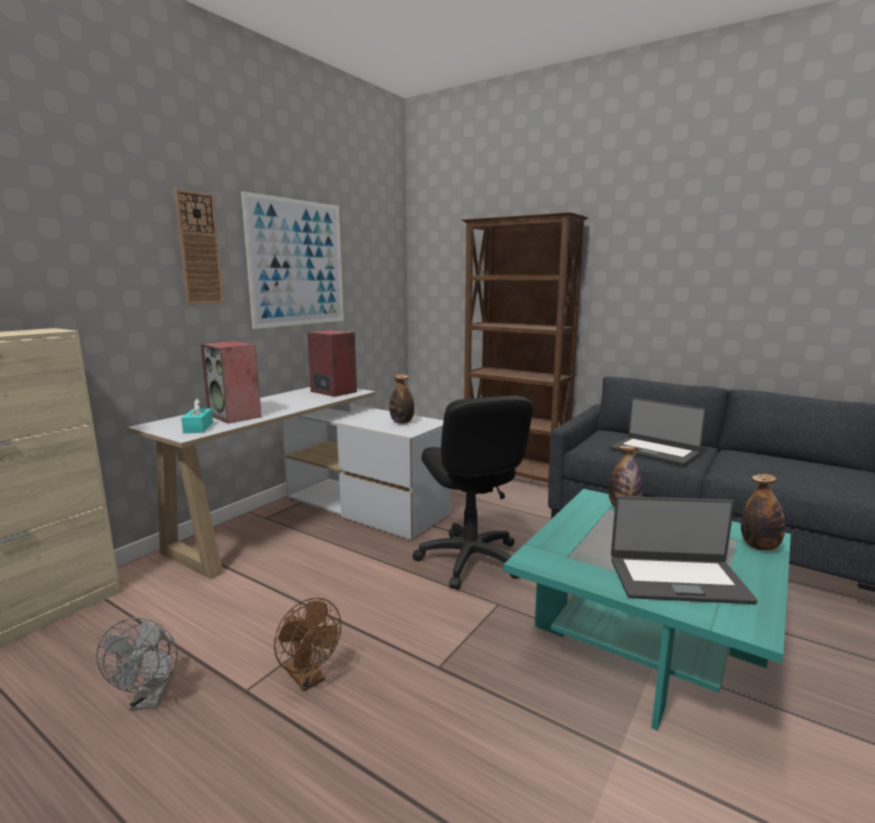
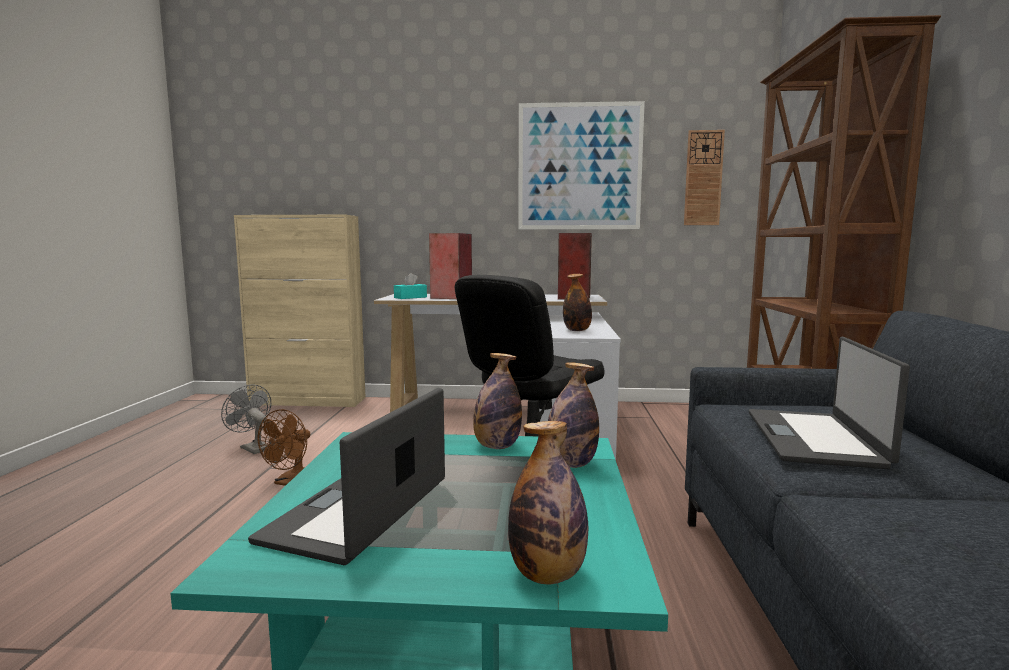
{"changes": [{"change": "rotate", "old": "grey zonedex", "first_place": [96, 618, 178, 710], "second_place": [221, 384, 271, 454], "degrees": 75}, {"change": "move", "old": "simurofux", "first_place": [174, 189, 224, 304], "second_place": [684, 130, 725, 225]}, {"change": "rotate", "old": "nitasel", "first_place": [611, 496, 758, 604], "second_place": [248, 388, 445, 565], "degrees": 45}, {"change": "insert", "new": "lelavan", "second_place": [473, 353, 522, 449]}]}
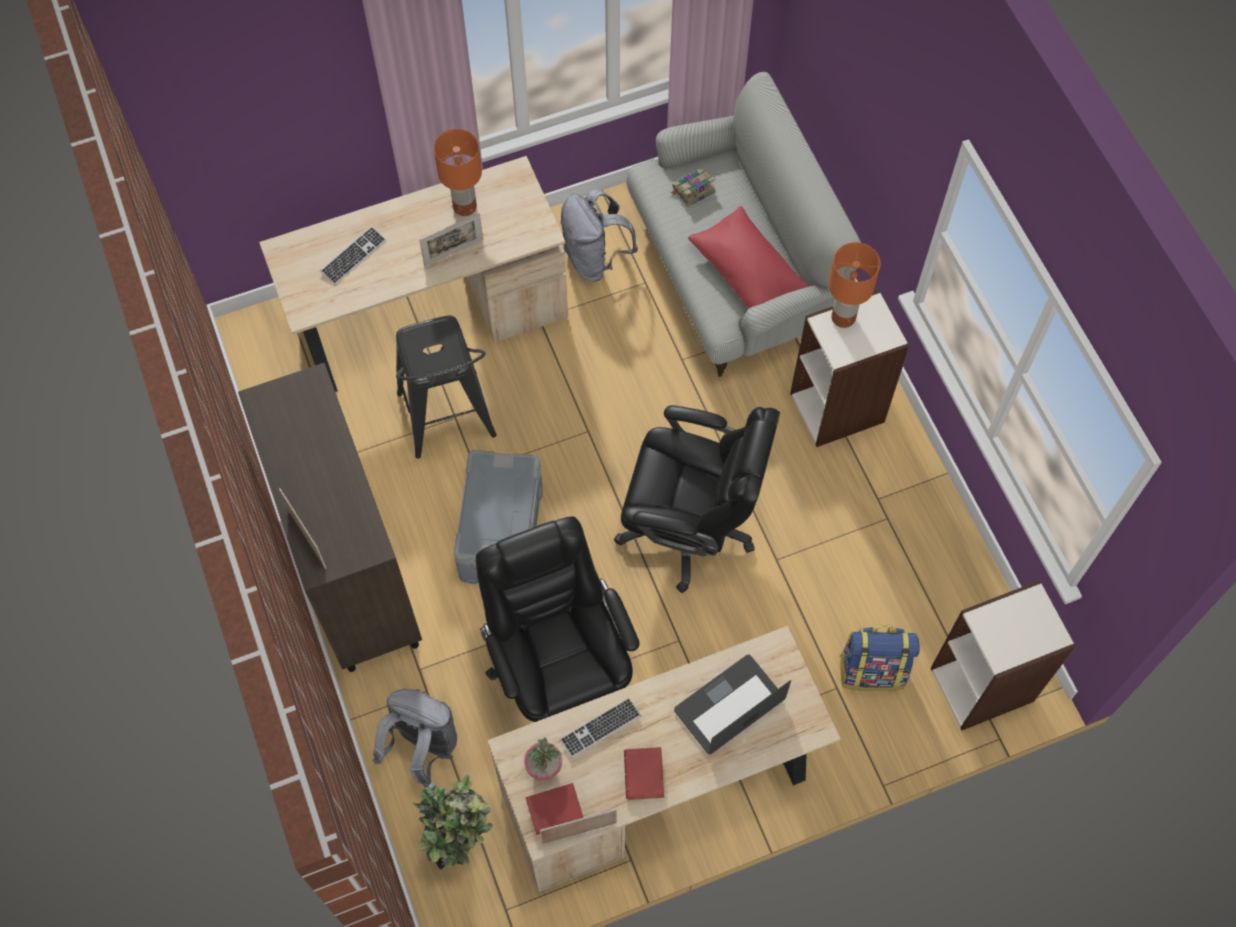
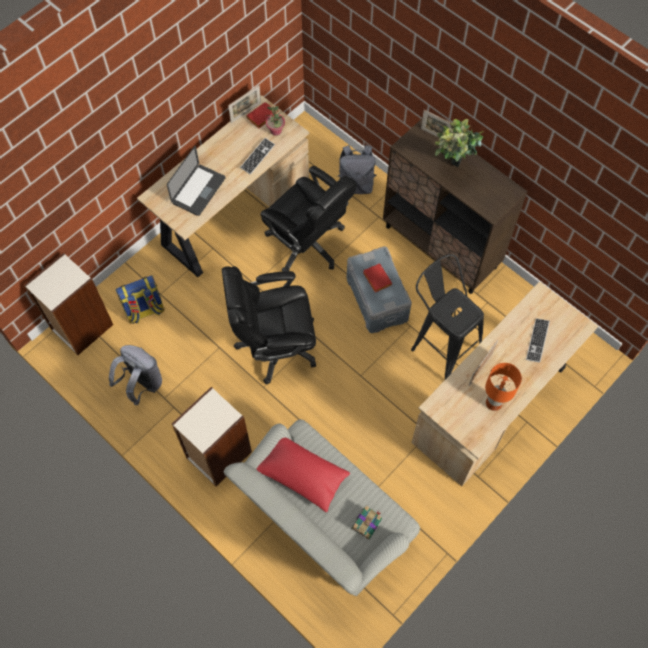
{"changes": [{"change": "move", "old": "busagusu", "first_place": [413, 774, 493, 870], "second_place": [435, 119, 484, 167]}, {"change": "move", "old": "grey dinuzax", "first_place": [560, 189, 638, 281], "second_place": [109, 345, 162, 405]}, {"change": "move", "old": "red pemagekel", "first_place": [624, 747, 664, 800], "second_place": [363, 264, 392, 292]}, {"change": "delete", "old": "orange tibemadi", "first_place": [828, 242, 881, 328]}]}
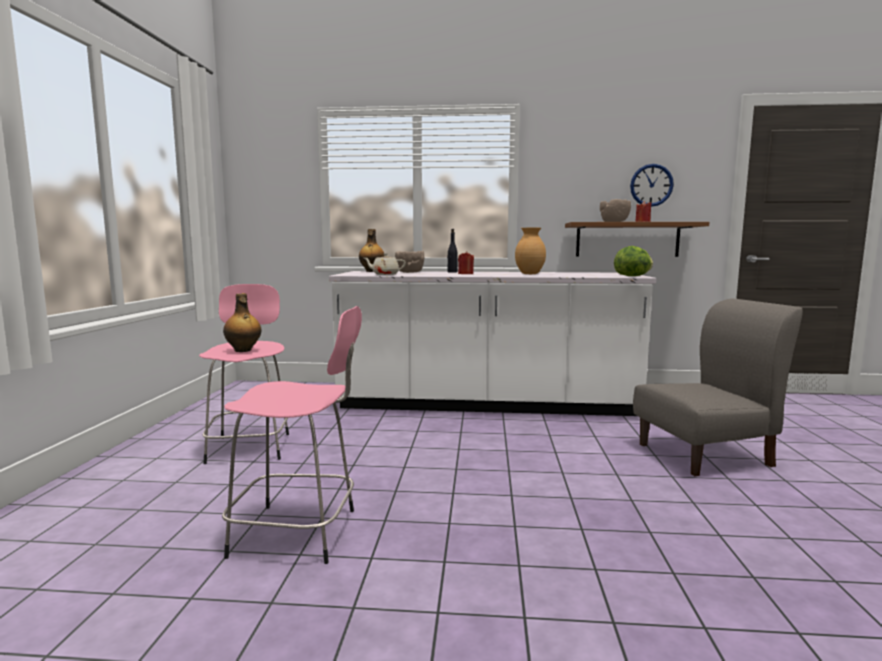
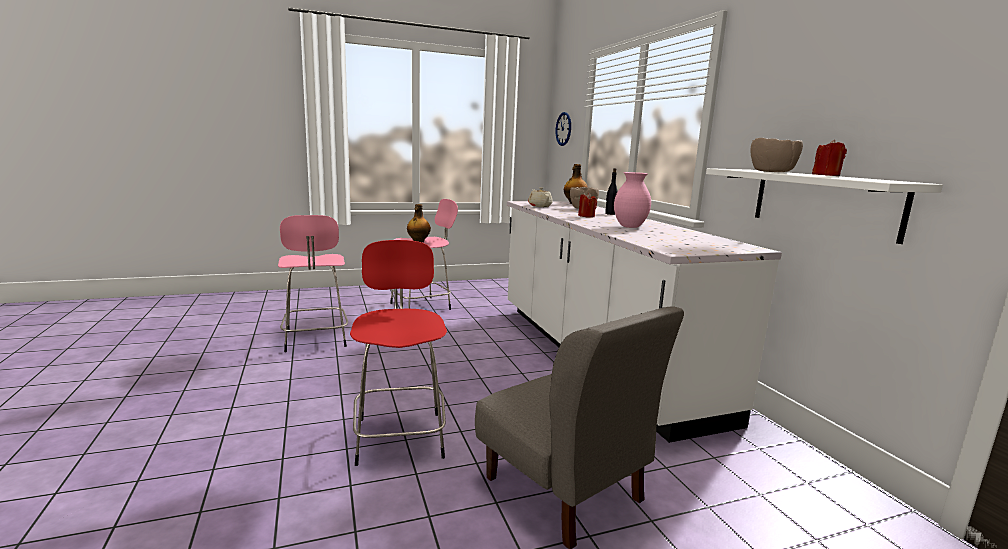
{"changes": [{"change": "recolor", "old": "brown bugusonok", "new": "pink bugusonok", "first_place": [515, 228, 546, 274], "second_place": [614, 172, 651, 228]}, {"change": "recolor", "old": "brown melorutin", "new": "white melorutin", "first_place": [565, 222, 710, 257], "second_place": [706, 168, 943, 244]}, {"change": "delete", "old": "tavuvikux", "first_place": [614, 246, 653, 276]}, {"change": "move", "old": "simurofux", "first_place": [630, 164, 674, 207], "second_place": [556, 112, 571, 146]}, {"change": "insert", "new": "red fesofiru", "second_place": [350, 240, 447, 466]}]}
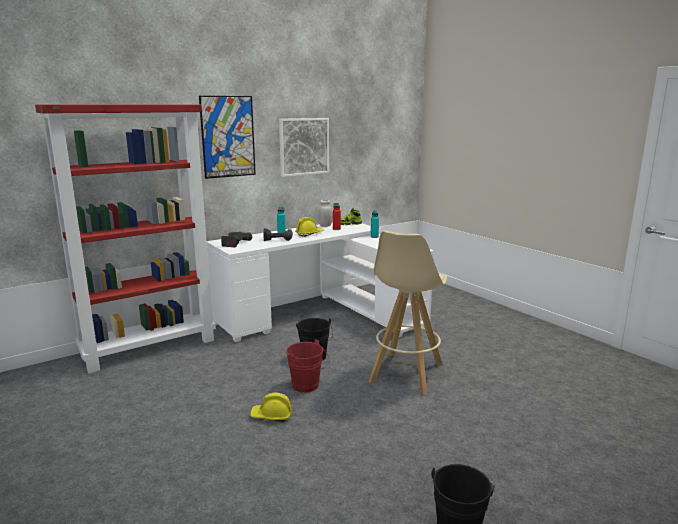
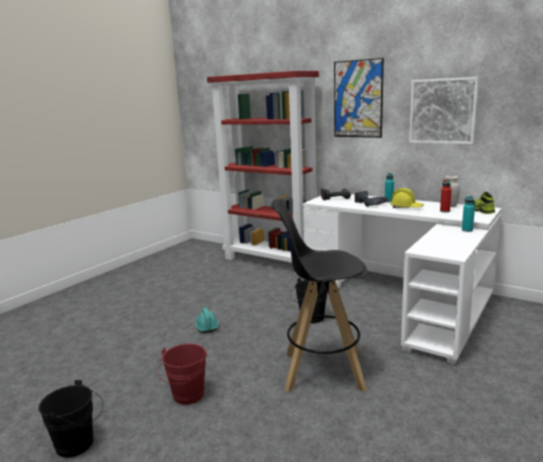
{"changes": [{"change": "recolor", "old": "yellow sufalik", "new": "turquoise sufalik", "first_place": [250, 393, 292, 422], "second_place": [195, 308, 219, 333]}, {"change": "move", "old": "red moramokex", "first_place": [286, 339, 330, 393], "second_place": [158, 344, 207, 405]}, {"change": "recolor", "old": "beige fesofiru", "new": "black fesofiru", "first_place": [369, 231, 447, 395], "second_place": [271, 199, 367, 392]}]}
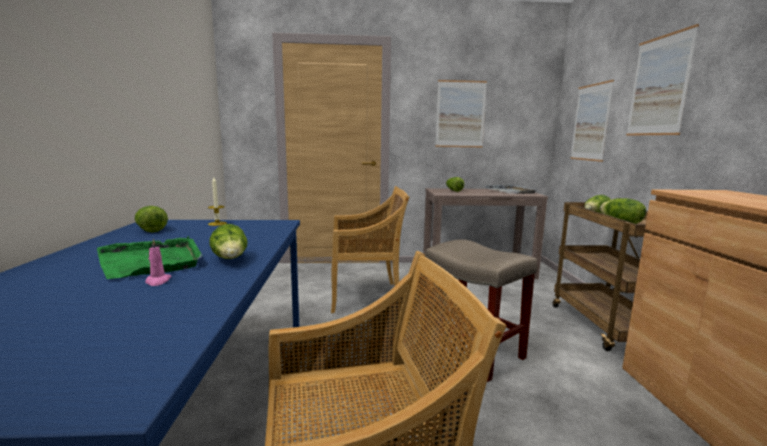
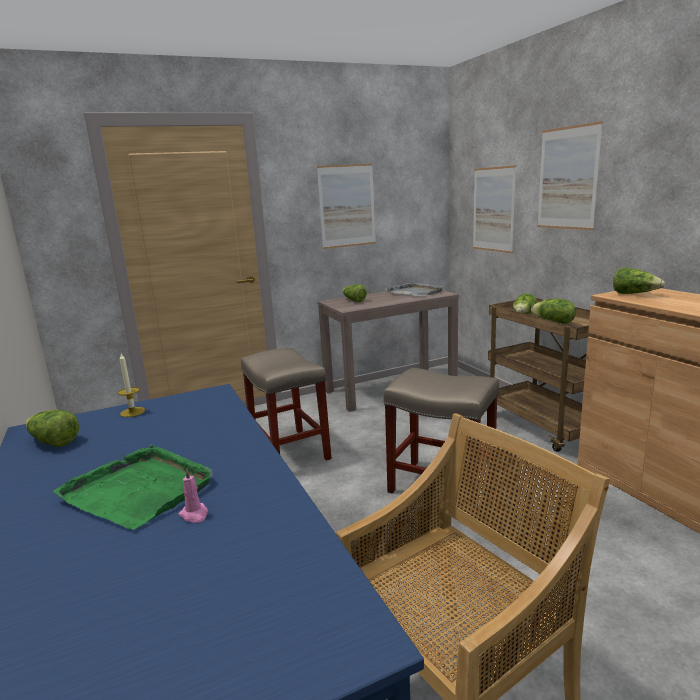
{"changes": [{"change": "move", "old": "tavuvikux", "first_place": [209, 224, 248, 259], "second_place": [613, 267, 665, 294]}, {"change": "replace", "old": "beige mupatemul", "new": "beige fesofiru", "first_place": [331, 186, 409, 313], "second_place": [241, 348, 331, 461]}]}
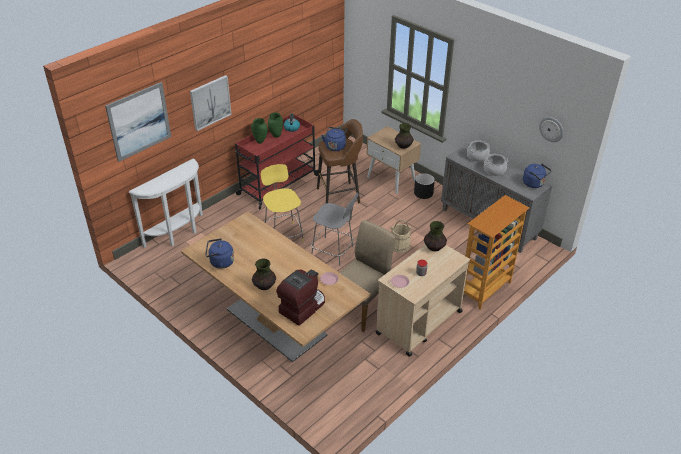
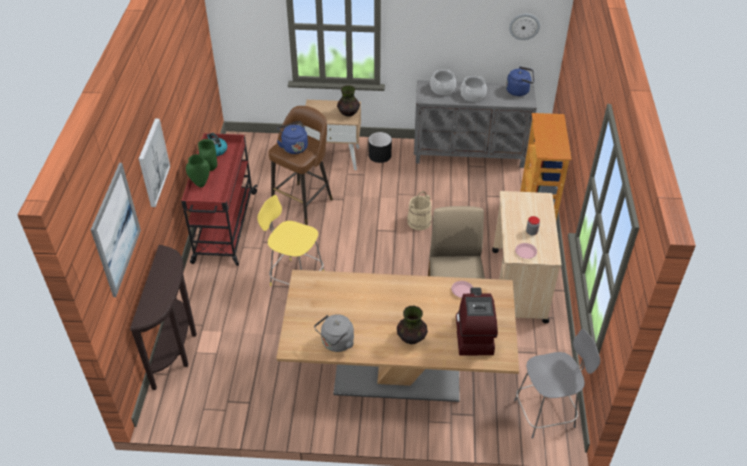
{"changes": [{"change": "recolor", "old": "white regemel", "new": "brown regemel", "first_place": [129, 158, 203, 248], "second_place": [130, 245, 196, 390]}, {"change": "recolor", "old": "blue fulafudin", "new": "grey fulafudin", "first_place": [205, 238, 234, 269], "second_place": [314, 314, 354, 352]}, {"change": "move", "old": "grey fesofiru", "first_place": [311, 193, 359, 266], "second_place": [514, 329, 600, 439]}, {"change": "delete", "old": "bugusonok", "first_place": [424, 221, 447, 251]}]}
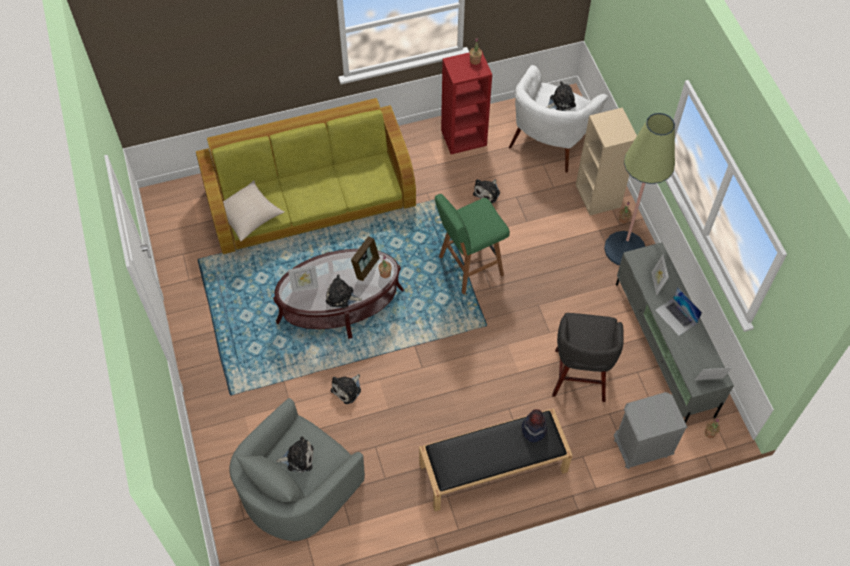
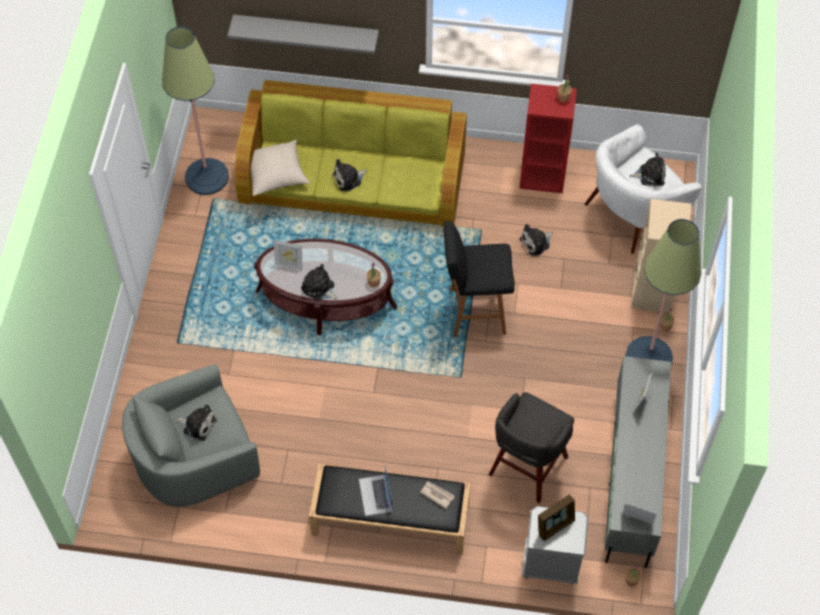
{"changes": [{"change": "move", "old": "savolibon", "first_place": [331, 374, 361, 404], "second_place": [332, 159, 367, 191]}, {"change": "move", "old": "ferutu", "first_place": [351, 236, 380, 281], "second_place": [538, 494, 575, 541]}, {"change": "recolor", "old": "green fesofiru", "new": "black fesofiru", "first_place": [435, 194, 510, 294], "second_place": [444, 221, 515, 336]}, {"change": "replace", "old": "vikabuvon", "new": "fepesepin", "first_place": [522, 409, 547, 442], "second_place": [420, 481, 455, 509]}, {"change": "move", "old": "nitasel", "first_place": [655, 287, 702, 336], "second_place": [359, 465, 392, 516]}, {"change": "insert", "new": "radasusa", "second_place": [162, 26, 229, 195]}, {"change": "insert", "new": "grey melorutin", "second_place": [228, 14, 379, 54]}]}
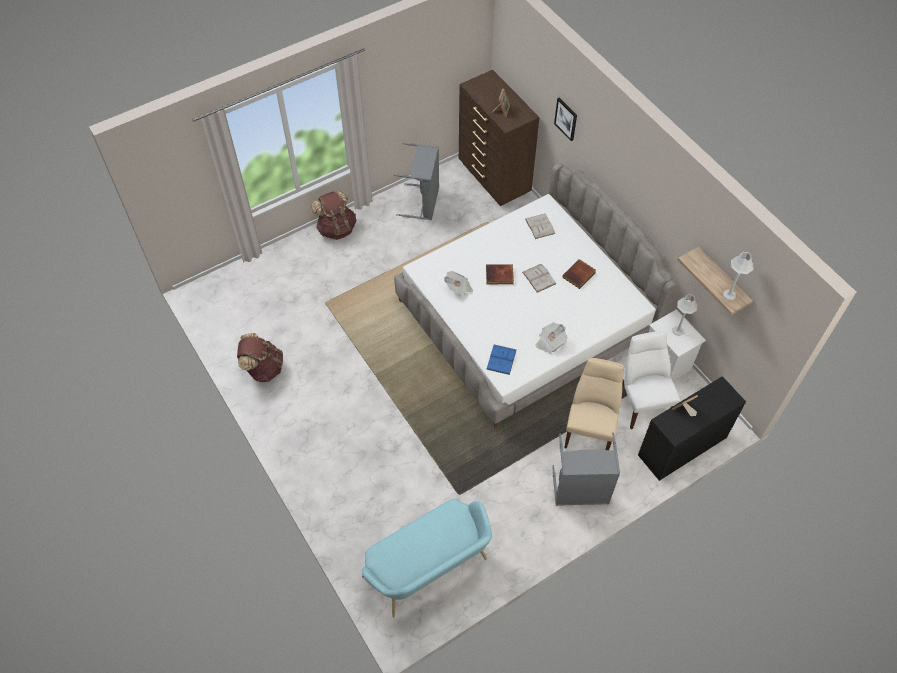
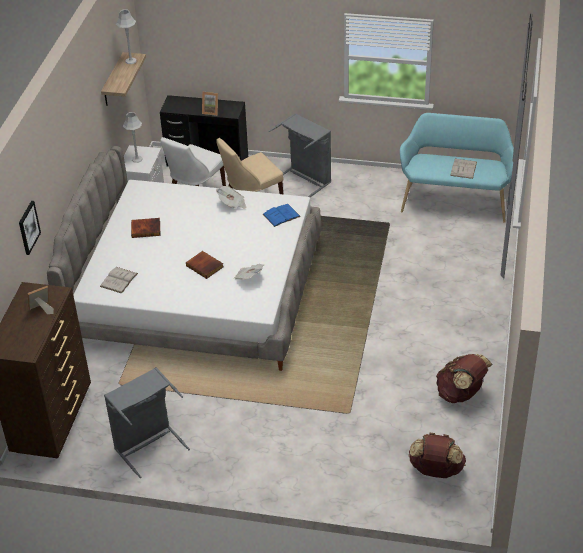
{"changes": [{"change": "move", "old": "brown dinuzax", "first_place": [312, 191, 356, 240], "second_place": [408, 433, 466, 478]}, {"change": "move", "old": "white pemagekel", "first_place": [522, 264, 556, 293], "second_place": [450, 159, 477, 179]}]}
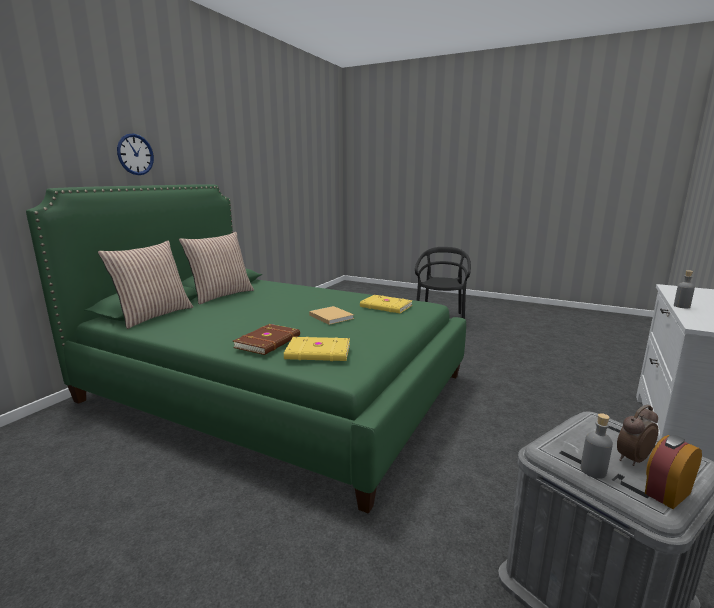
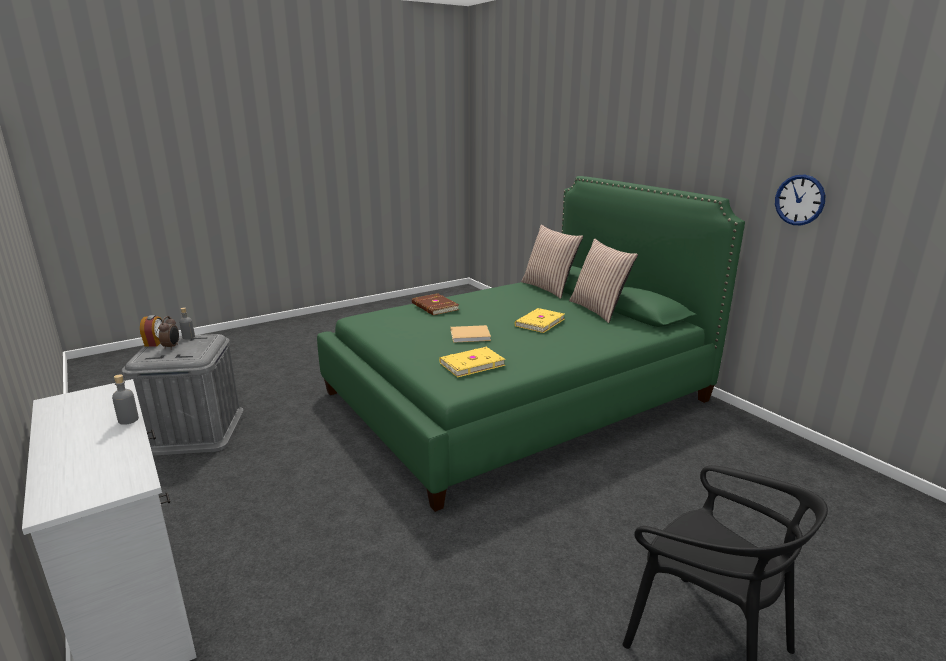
{"changes": [{"change": "move", "old": "simurofux", "first_place": [117, 133, 154, 175], "second_place": [775, 175, 825, 225]}, {"change": "move", "old": "yellow pemagekel", "first_place": [284, 337, 350, 361], "second_place": [515, 308, 564, 333]}]}
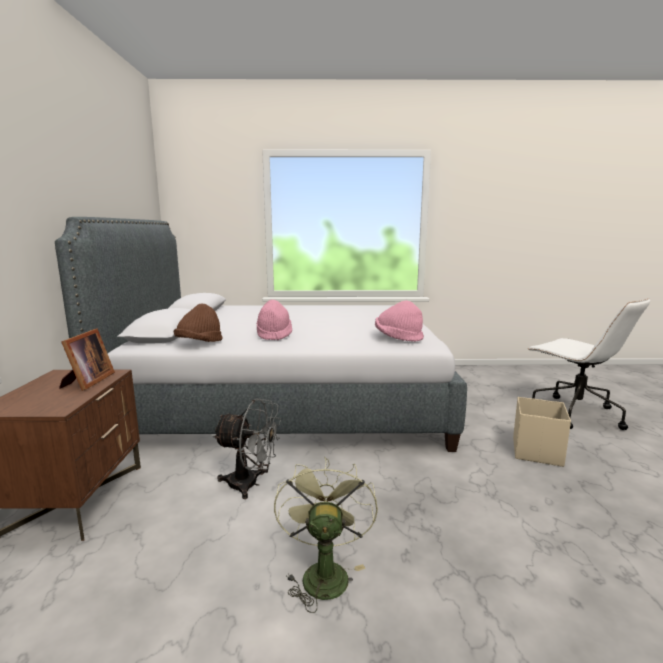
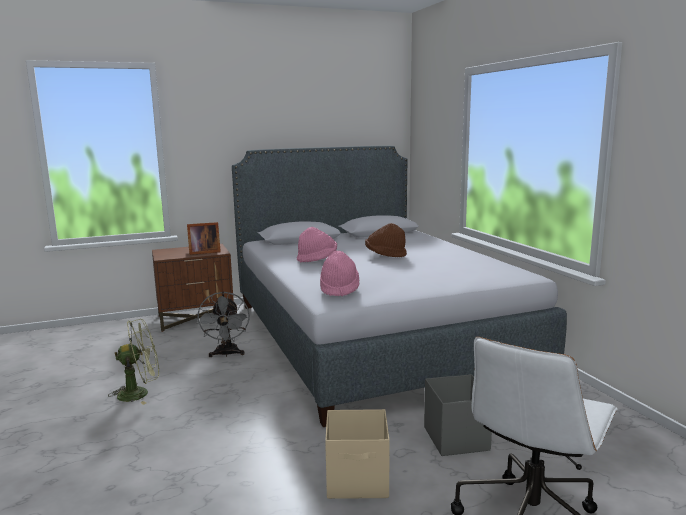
{"changes": [{"change": "move", "old": "brown vikabuvon", "first_place": [174, 303, 223, 342], "second_place": [365, 223, 407, 257]}, {"change": "insert", "new": "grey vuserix", "second_place": [424, 374, 492, 456]}]}
